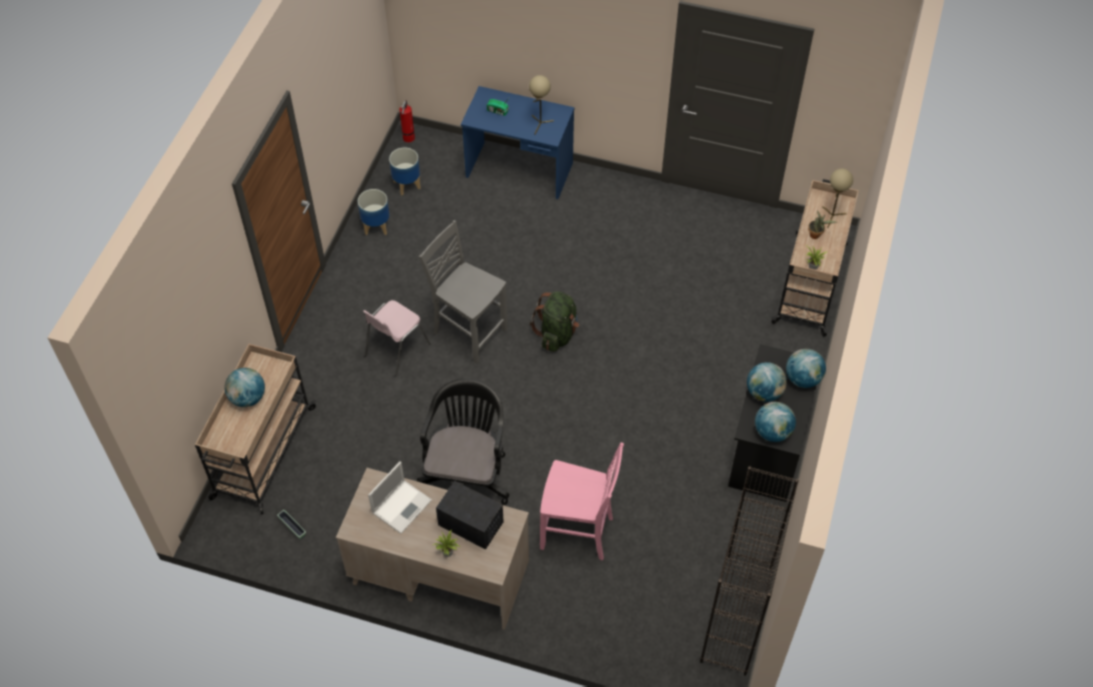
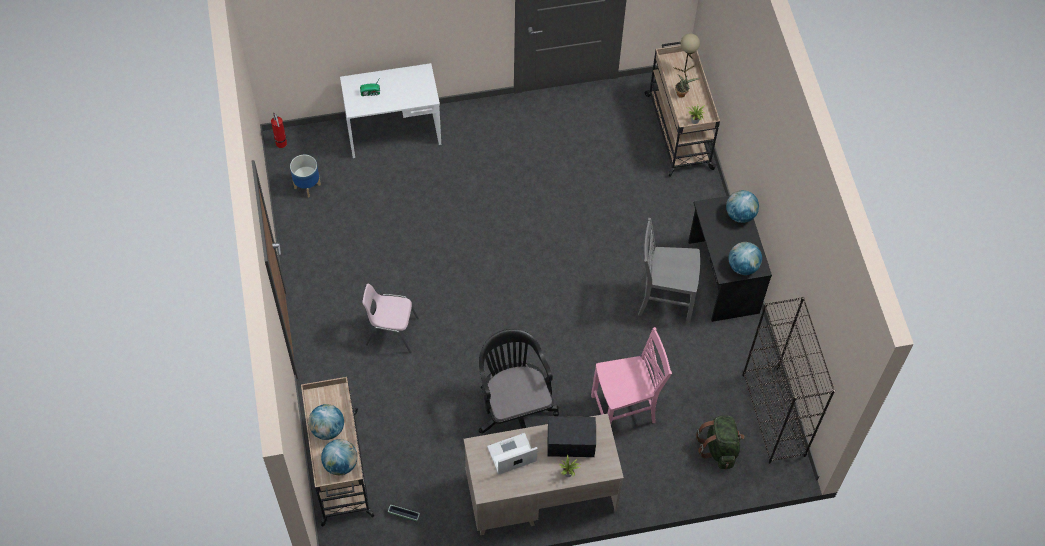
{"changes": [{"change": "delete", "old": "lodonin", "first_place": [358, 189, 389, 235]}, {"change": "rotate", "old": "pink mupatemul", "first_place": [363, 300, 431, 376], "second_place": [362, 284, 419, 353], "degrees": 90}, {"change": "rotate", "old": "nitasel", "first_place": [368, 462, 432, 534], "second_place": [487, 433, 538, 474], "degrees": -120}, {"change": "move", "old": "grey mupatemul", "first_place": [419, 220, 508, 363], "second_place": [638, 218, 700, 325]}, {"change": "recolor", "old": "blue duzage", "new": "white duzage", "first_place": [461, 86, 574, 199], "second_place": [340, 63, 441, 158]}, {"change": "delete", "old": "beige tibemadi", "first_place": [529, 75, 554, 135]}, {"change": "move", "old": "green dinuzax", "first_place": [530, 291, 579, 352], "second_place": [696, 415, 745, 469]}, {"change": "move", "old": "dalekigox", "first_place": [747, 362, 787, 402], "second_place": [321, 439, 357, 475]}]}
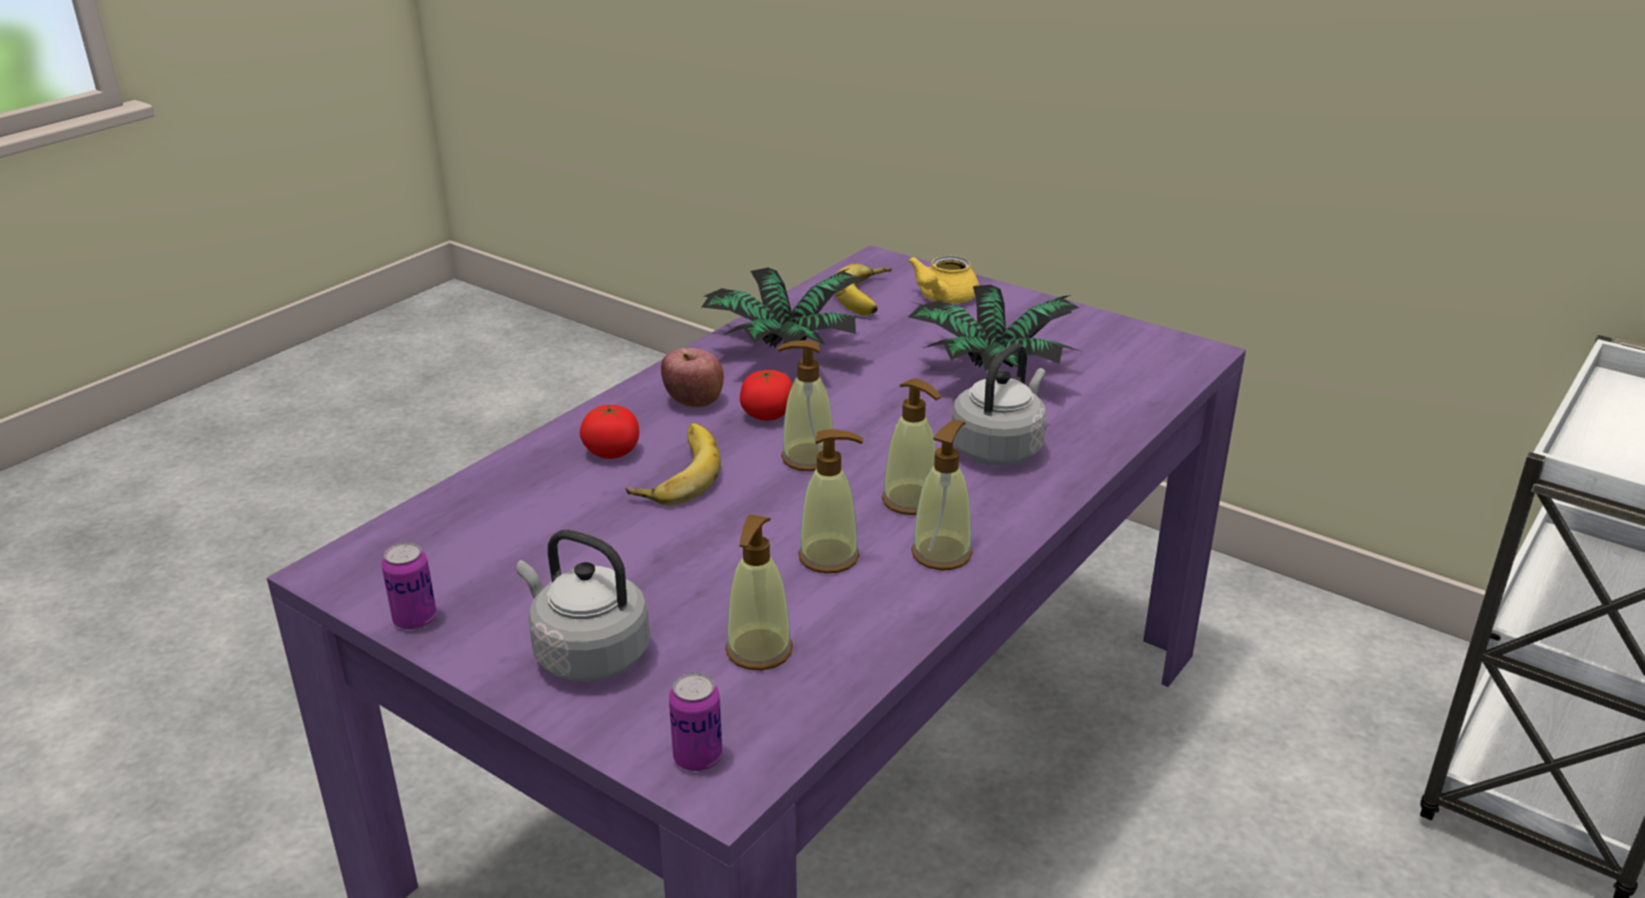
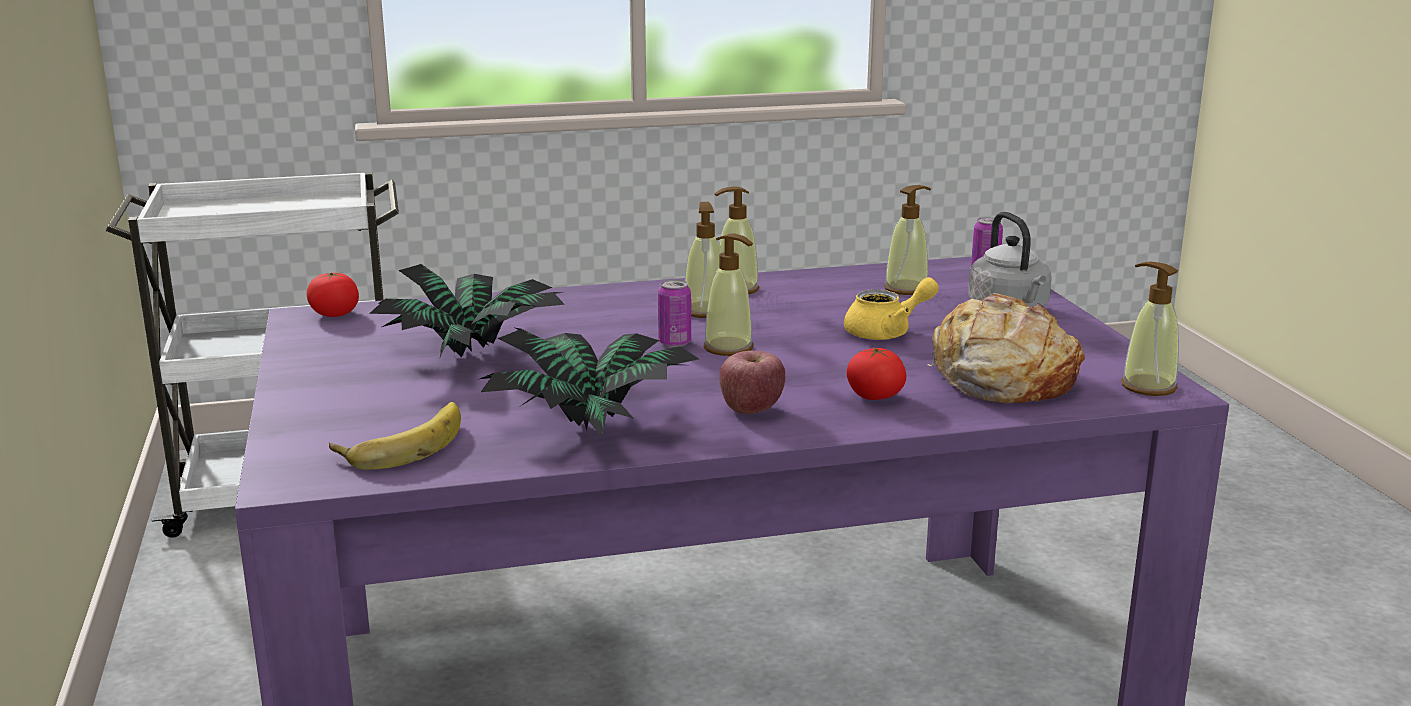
{"changes": [{"change": "move", "old": "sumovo", "first_place": [382, 542, 437, 630], "second_place": [658, 280, 691, 347]}, {"change": "delete", "old": "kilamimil", "first_place": [626, 423, 721, 506]}, {"change": "move", "old": "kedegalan", "first_place": [740, 370, 792, 421], "second_place": [307, 273, 359, 317]}, {"change": "move", "old": "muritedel", "first_place": [798, 429, 863, 573], "second_place": [1121, 261, 1179, 396]}, {"change": "move", "old": "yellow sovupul", "first_place": [908, 255, 979, 304], "second_place": [844, 277, 939, 340]}, {"change": "delete", "old": "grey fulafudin", "first_place": [952, 343, 1046, 466]}, {"change": "insert", "new": "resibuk", "second_place": [927, 293, 1085, 403]}]}
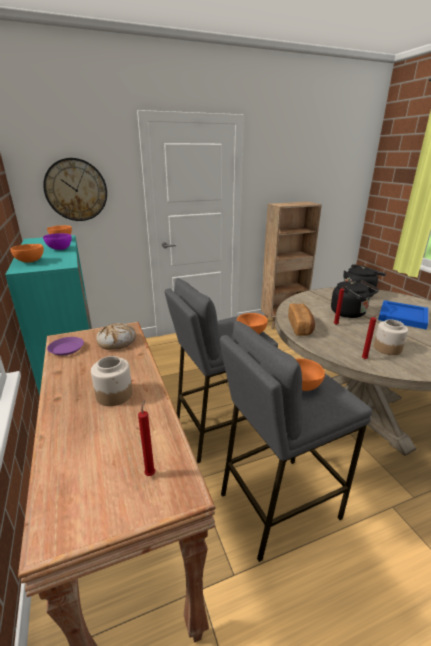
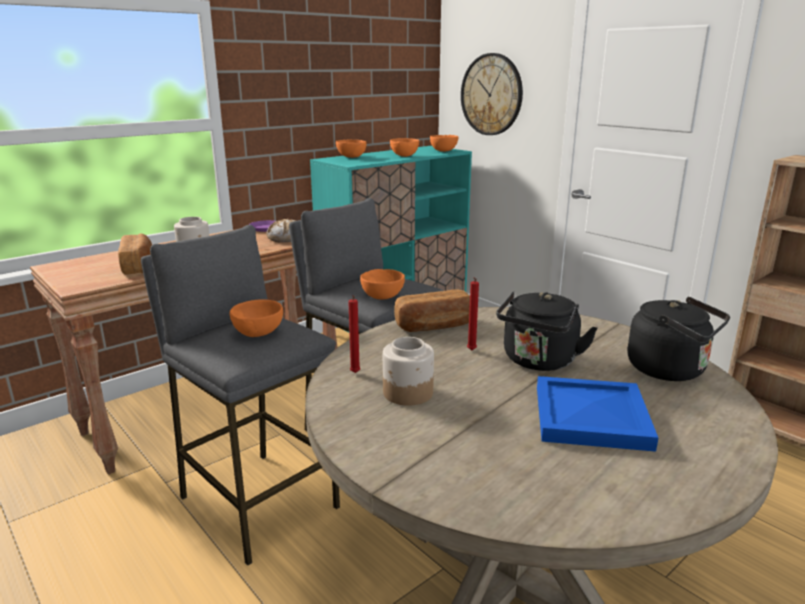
{"changes": [{"change": "recolor", "old": "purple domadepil", "new": "orange domadepil", "first_place": [43, 233, 72, 250], "second_place": [390, 138, 419, 157]}, {"change": "delete", "old": "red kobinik", "first_place": [138, 400, 155, 476]}, {"change": "insert", "new": "resibuk", "second_place": [118, 234, 152, 275]}]}
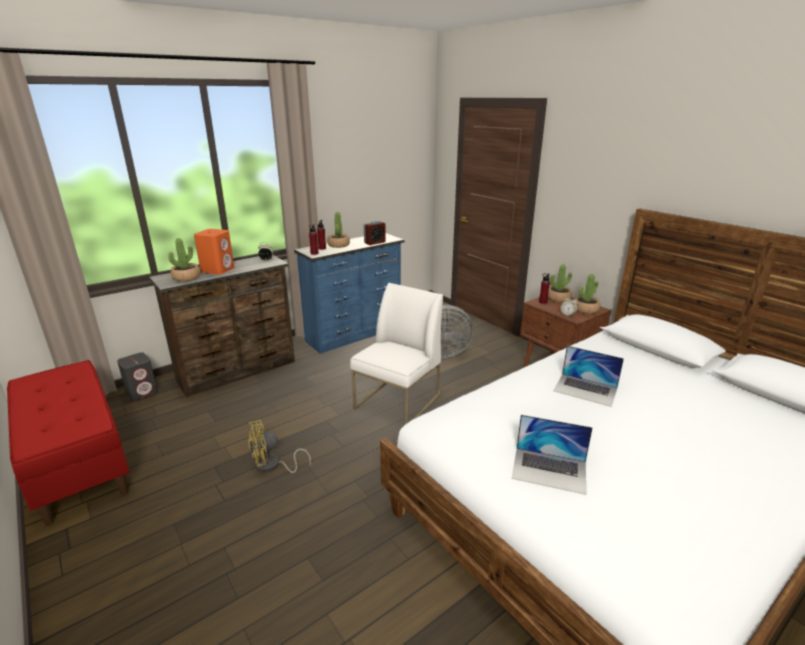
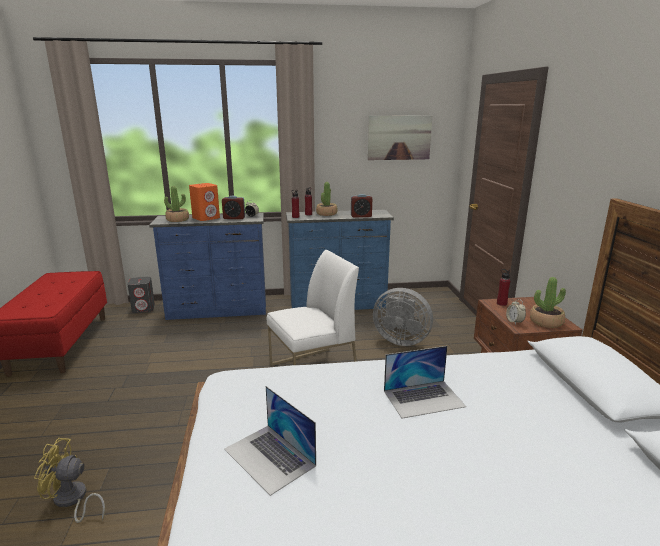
{"changes": [{"change": "recolor", "old": "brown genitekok", "new": "blue genitekok", "first_place": [149, 255, 295, 397], "second_place": [149, 213, 266, 320]}, {"change": "move", "old": "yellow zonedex", "first_place": [248, 420, 311, 473], "second_place": [34, 438, 105, 523]}, {"change": "delete", "old": "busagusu", "first_place": [548, 264, 572, 302]}, {"change": "rotate", "old": "nitasel", "first_place": [553, 346, 624, 407], "second_place": [384, 346, 466, 419], "degrees": -75}, {"change": "insert", "new": "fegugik", "second_place": [222, 196, 245, 219]}, {"change": "insert", "new": "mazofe", "second_place": [368, 115, 432, 160]}]}
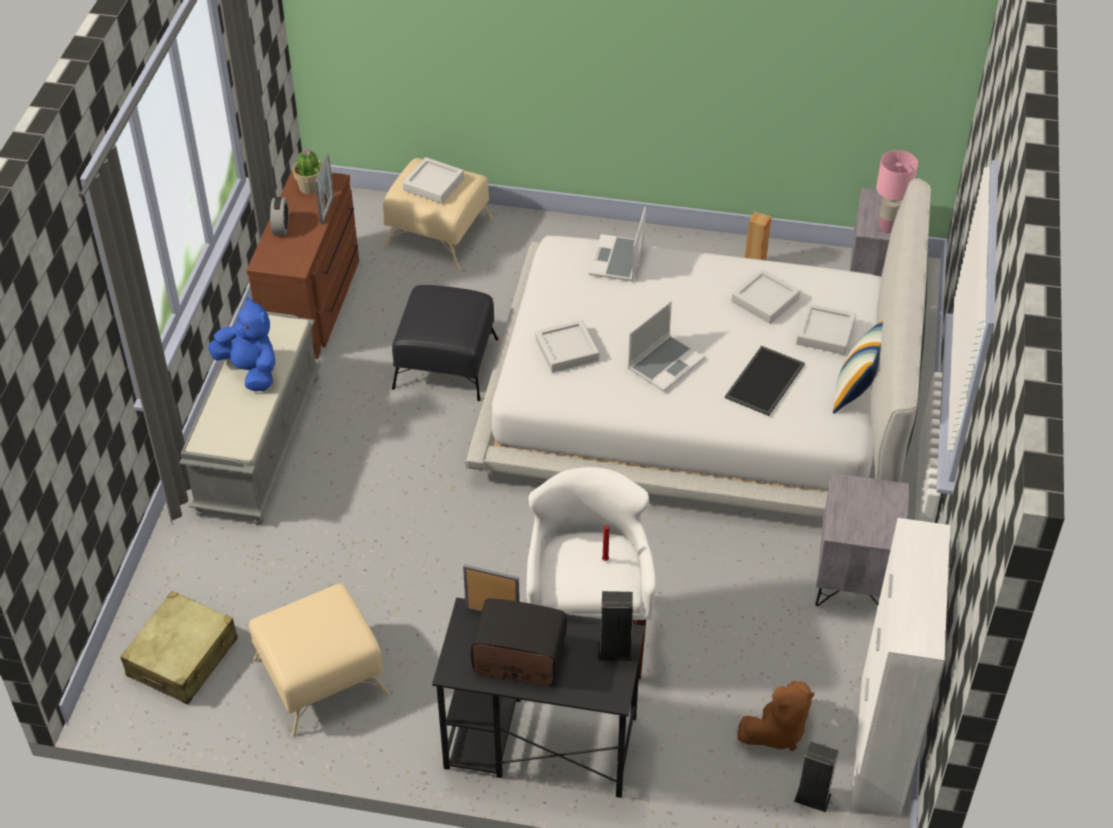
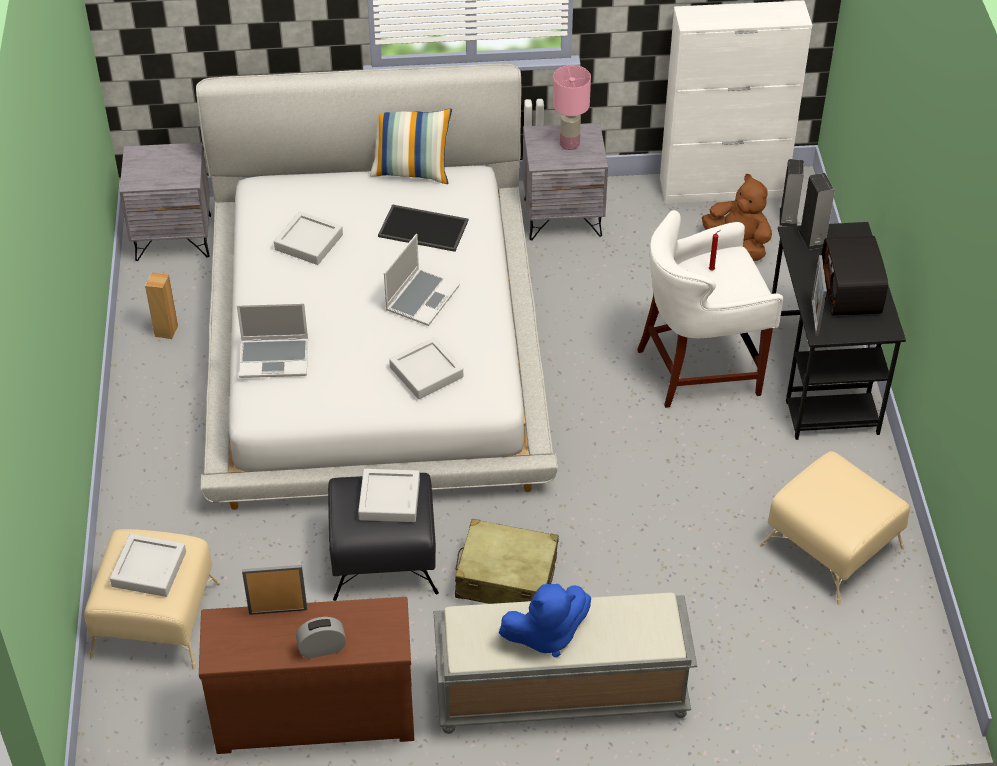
{"changes": [{"change": "move", "old": "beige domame", "first_place": [120, 591, 238, 704], "second_place": [455, 519, 559, 604]}, {"change": "rotate", "old": "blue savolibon", "first_place": [208, 297, 275, 391], "second_place": [499, 584, 591, 657], "degrees": -135}, {"change": "delete", "old": "busagusu", "first_place": [292, 148, 322, 195]}, {"change": "rotate", "old": "nitasel", "first_place": [628, 301, 705, 392], "second_place": [384, 234, 460, 326], "degrees": 90}, {"change": "move", "old": "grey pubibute", "first_place": [796, 303, 856, 355], "second_place": [358, 469, 420, 522]}, {"change": "move", "old": "pink tibemadi", "first_place": [876, 150, 918, 233], "second_place": [553, 65, 591, 150]}]}
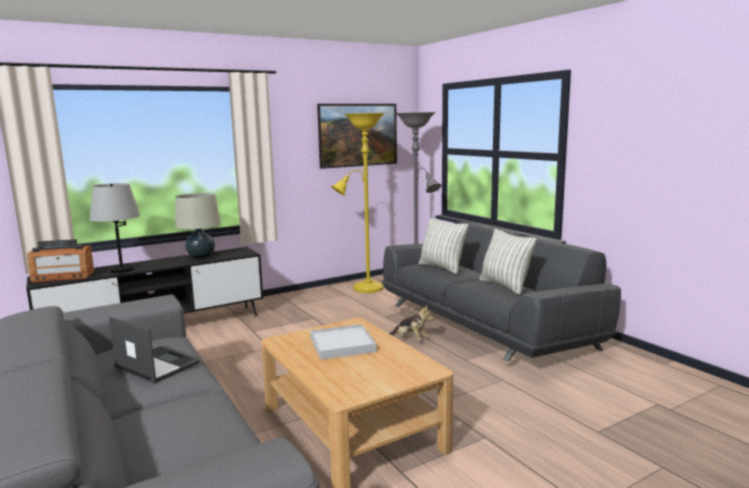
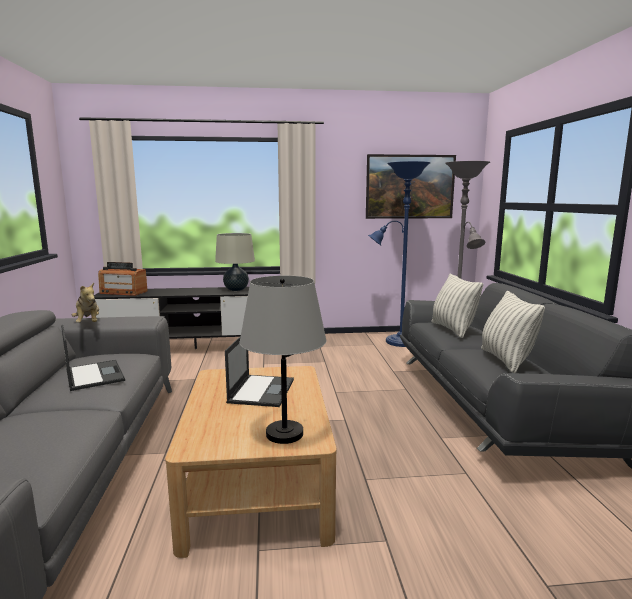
{"changes": [{"change": "move", "old": "grey tibemadi", "first_place": [89, 183, 140, 273], "second_place": [239, 276, 327, 444]}, {"change": "replace", "old": "white pubibute", "new": "nitasel", "first_place": [310, 324, 376, 360], "second_place": [225, 336, 294, 407]}, {"change": "recolor", "old": "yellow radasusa", "new": "blue radasusa", "first_place": [331, 113, 385, 293], "second_place": [368, 161, 431, 347]}, {"change": "move", "old": "savolibon", "first_place": [389, 304, 434, 341], "second_place": [72, 283, 99, 323]}]}
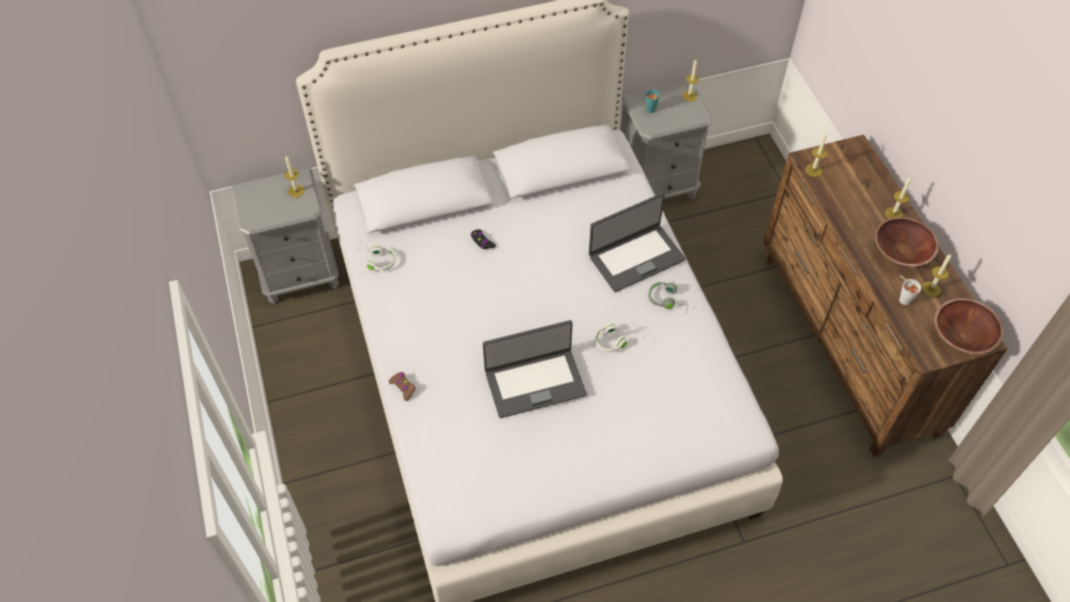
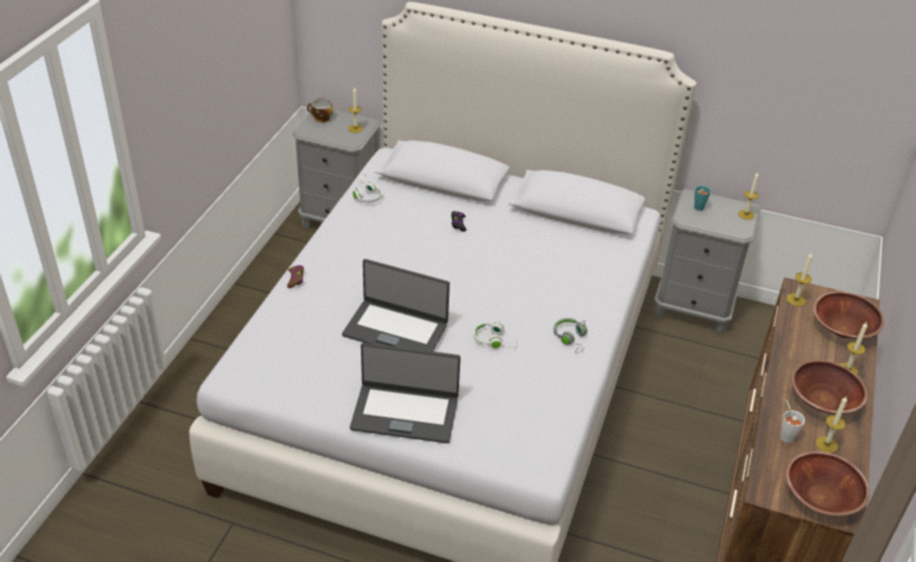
{"changes": [{"change": "move", "old": "nitasel", "first_place": [589, 193, 686, 292], "second_place": [350, 343, 461, 443]}, {"change": "insert", "new": "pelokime", "second_place": [307, 98, 333, 122]}, {"change": "insert", "new": "brown domadepil", "second_place": [813, 291, 884, 339]}]}
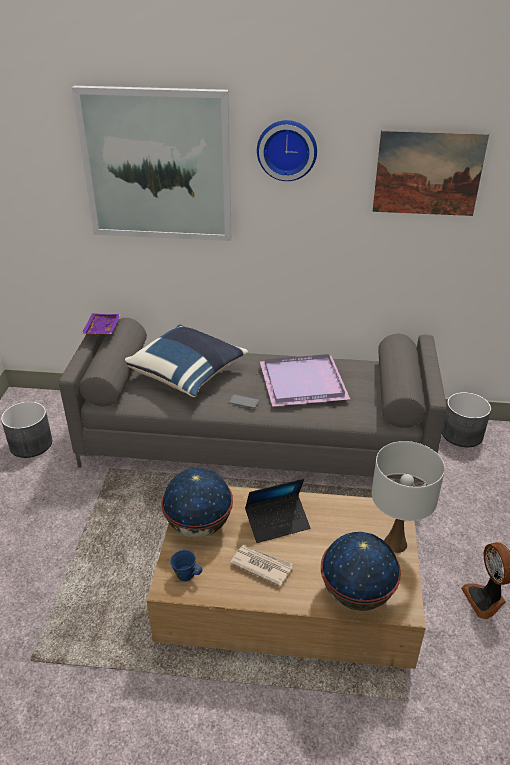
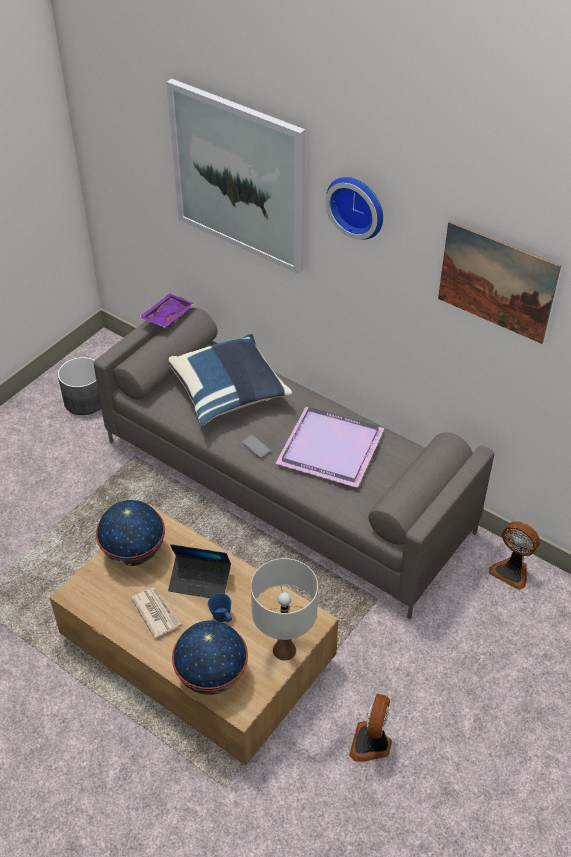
{"changes": [{"change": "move", "old": "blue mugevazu", "first_place": [170, 550, 202, 582], "second_place": [208, 593, 232, 622]}, {"change": "replace", "old": "grey lodonin", "new": "zonedex", "first_place": [442, 392, 491, 447], "second_place": [489, 521, 540, 590]}]}
